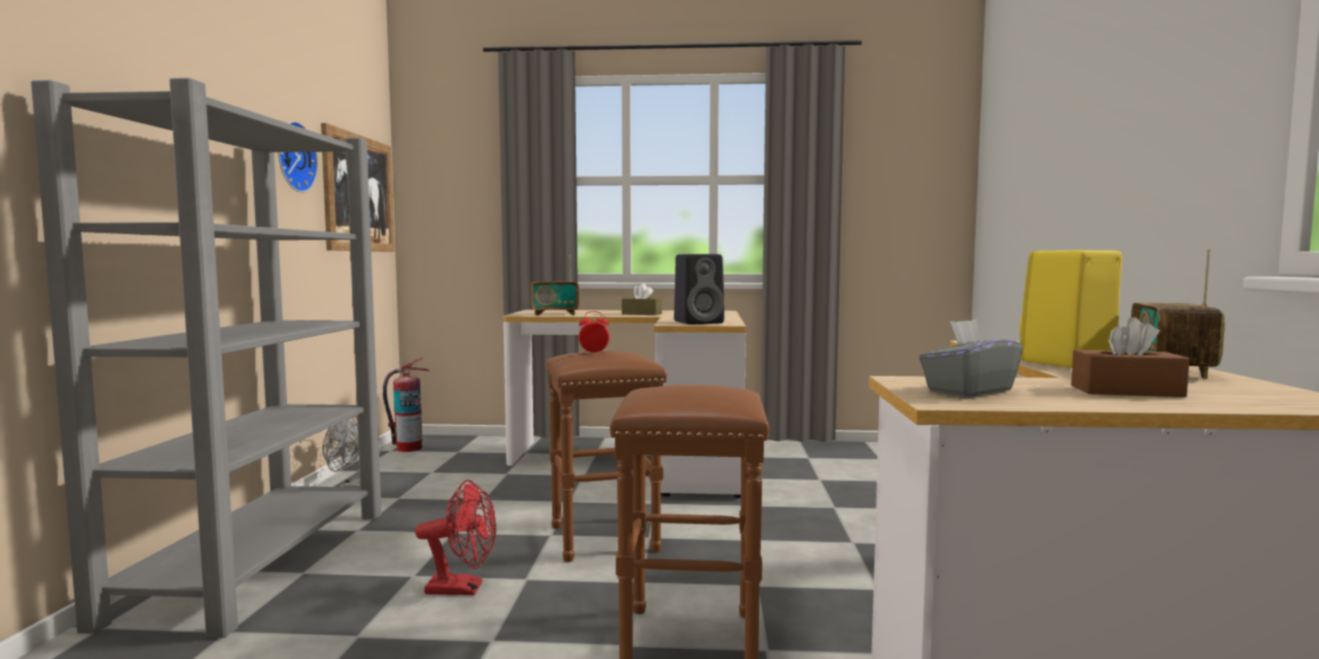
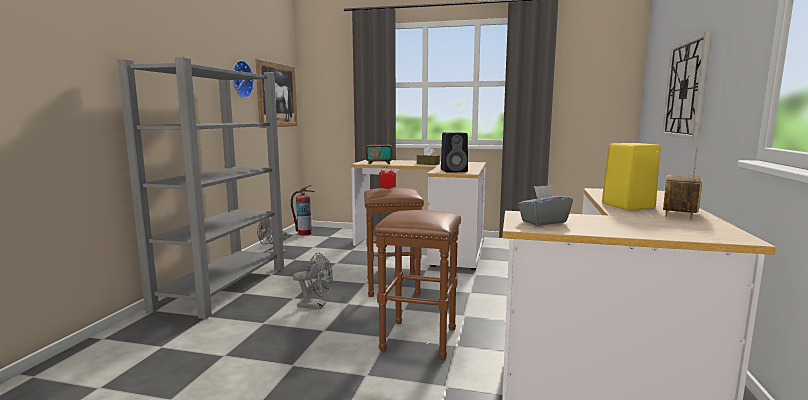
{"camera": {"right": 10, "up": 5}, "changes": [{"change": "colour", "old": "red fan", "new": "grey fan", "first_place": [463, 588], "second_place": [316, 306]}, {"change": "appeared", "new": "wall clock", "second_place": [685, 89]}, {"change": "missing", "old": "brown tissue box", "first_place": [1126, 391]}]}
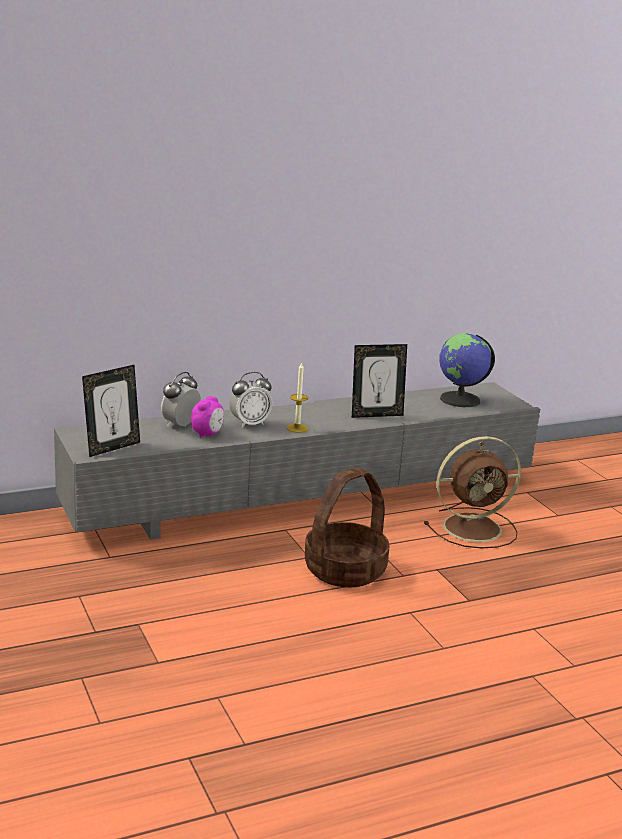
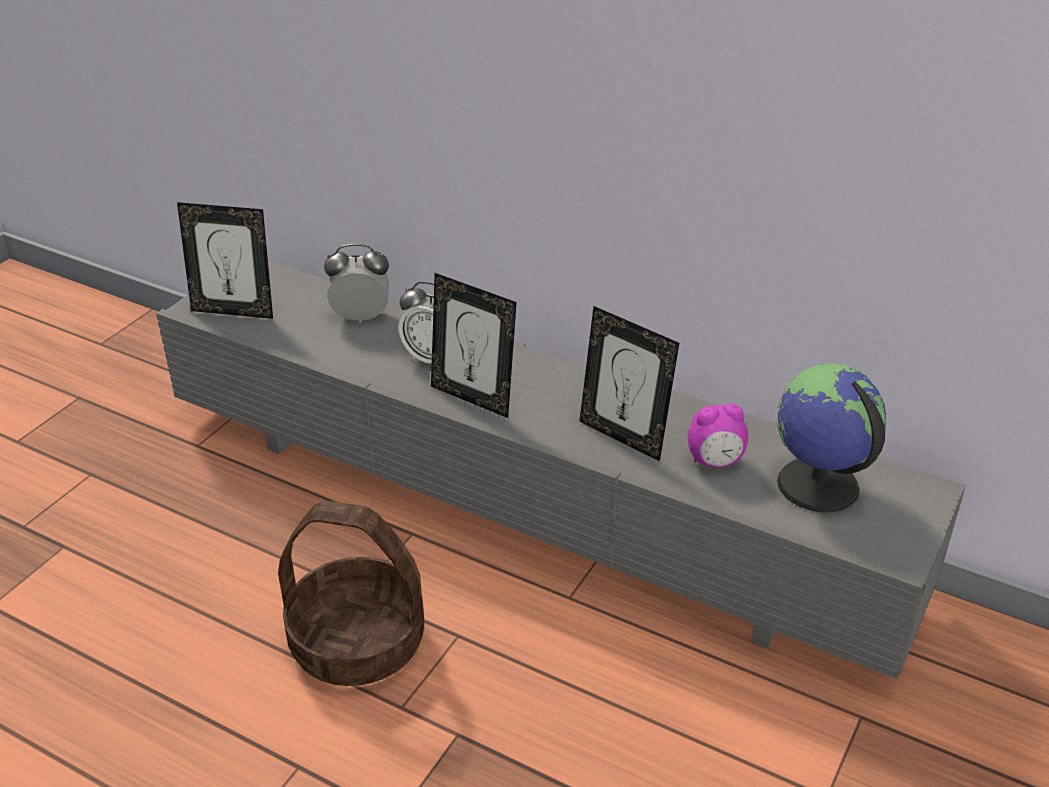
{"camera": {"right": 55, "up": 15}, "changes": [{"change": "exchanged", "old": "candle", "new": "picture frame", "first_place": [297, 428], "second_place": [473, 397]}, {"change": "relocated", "old": "alarm clock", "first_place": [207, 434], "second_place": [715, 461]}, {"change": "missing", "old": "brown fan", "first_place": [474, 528]}]}
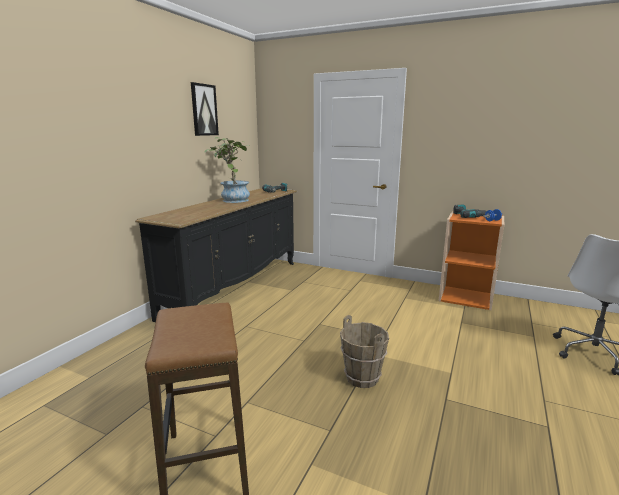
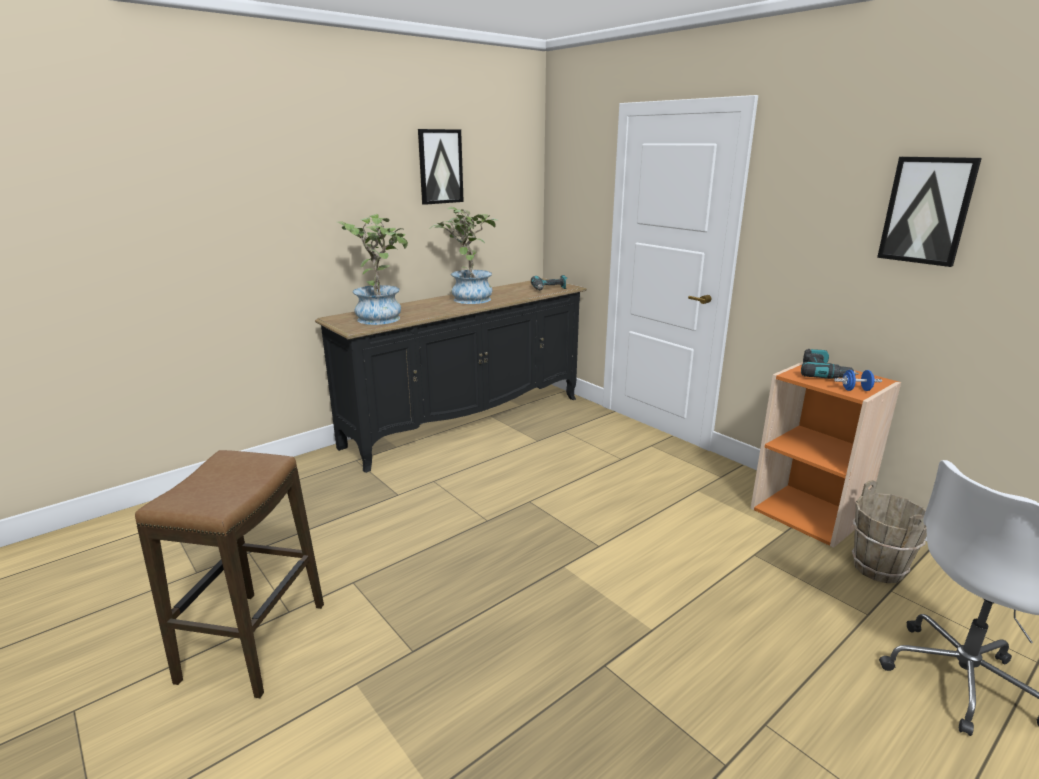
{"camera": {"right": 25, "up": 5}, "changes": [{"change": "appeared", "new": "potted plant", "second_place": [382, 317]}, {"change": "relocated", "old": "brown bucket", "first_place": [362, 377], "second_place": [878, 568]}, {"change": "appeared", "new": "picture", "second_place": [927, 210]}]}
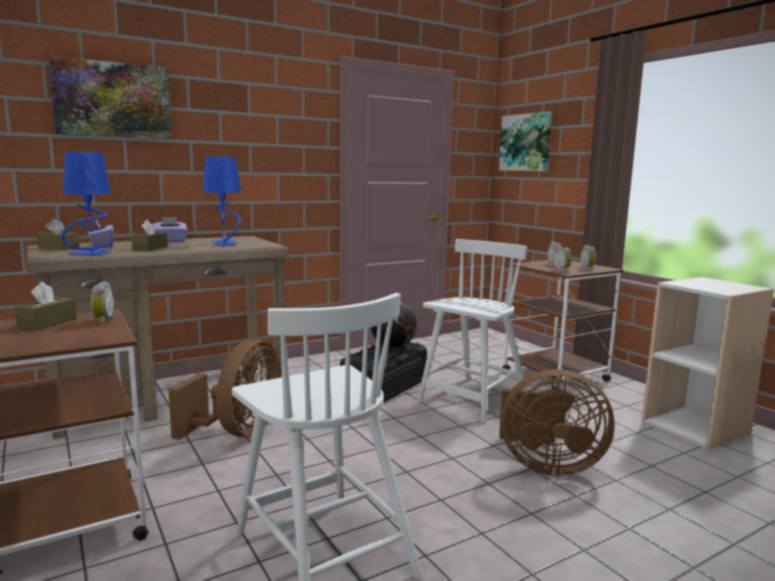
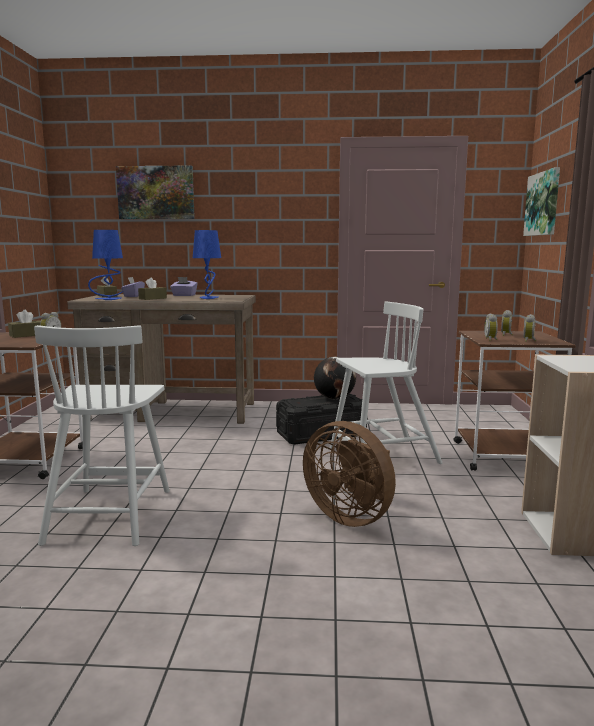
{"camera": {"right": 35, "up": 0}, "changes": [{"change": "missing", "old": "brown fan", "first_place": [238, 432]}]}
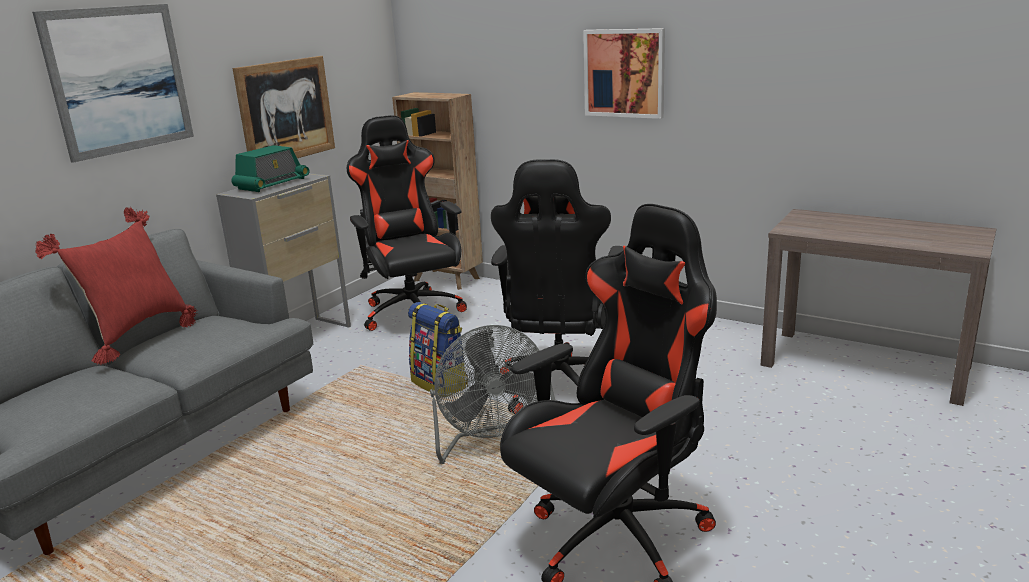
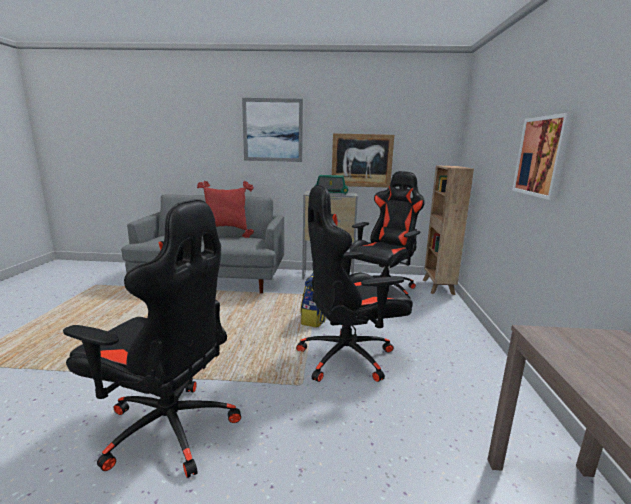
{"camera": {"right": 60, "up": -5}, "changes": [{"change": "missing", "old": "grey fan", "first_place": [488, 440]}]}
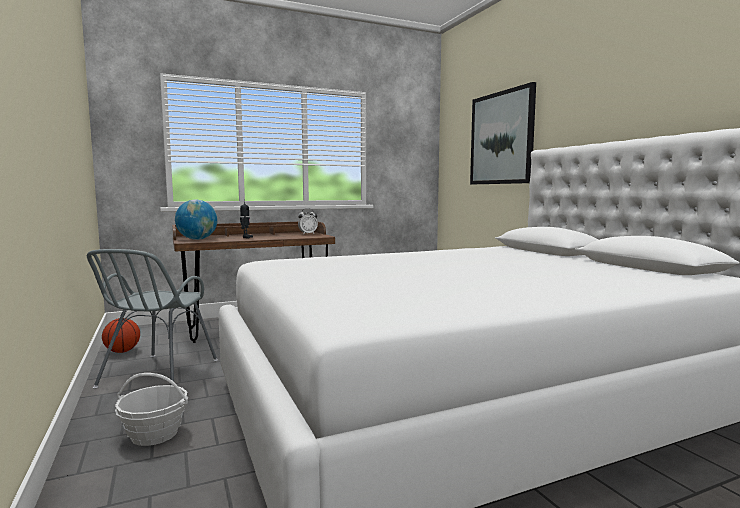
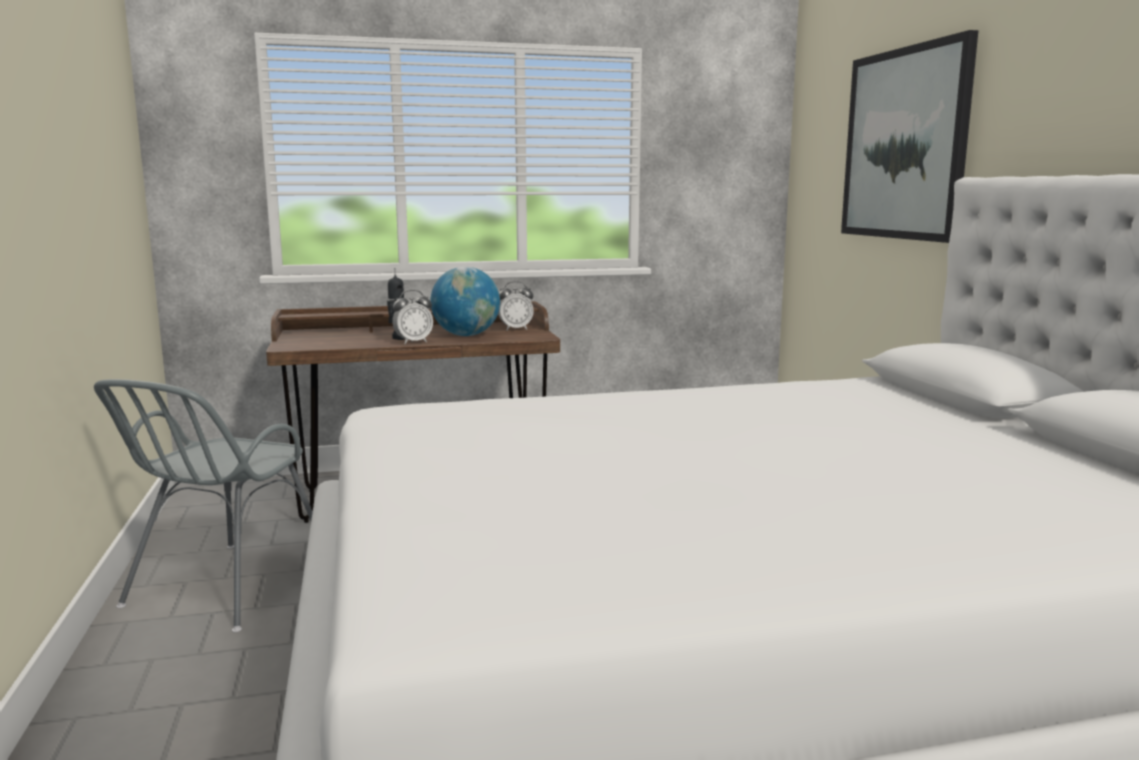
{"camera": {"right": 10, "up": 5}, "changes": [{"change": "appeared", "new": "alarm clock", "second_place": [413, 342]}, {"change": "relocated", "old": "globe", "first_place": [197, 239], "second_place": [466, 335]}, {"change": "missing", "old": "basketball", "first_place": [122, 351]}, {"change": "missing", "old": "basket", "first_place": [154, 434]}]}
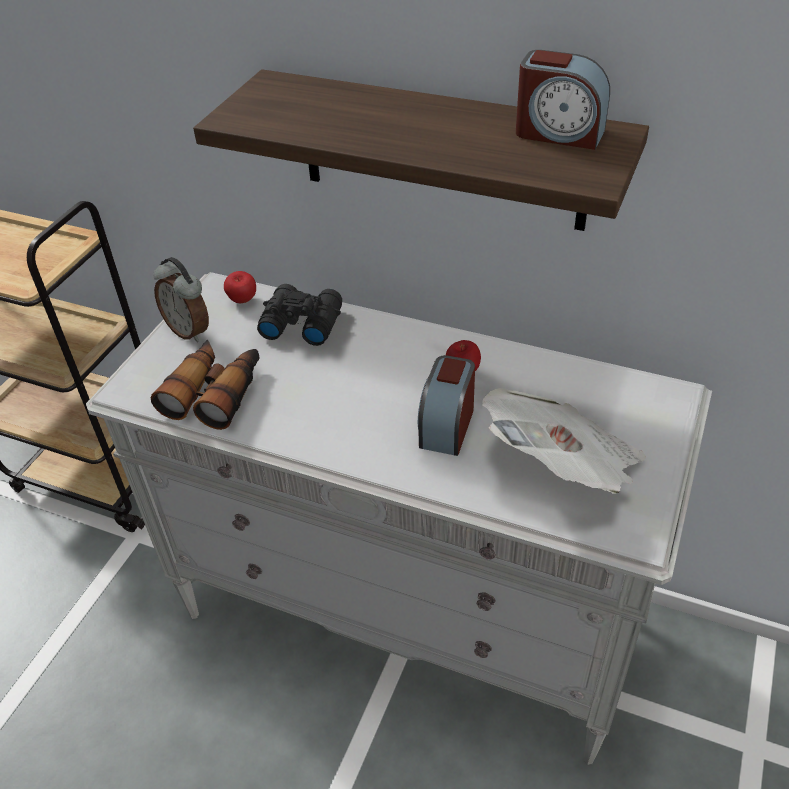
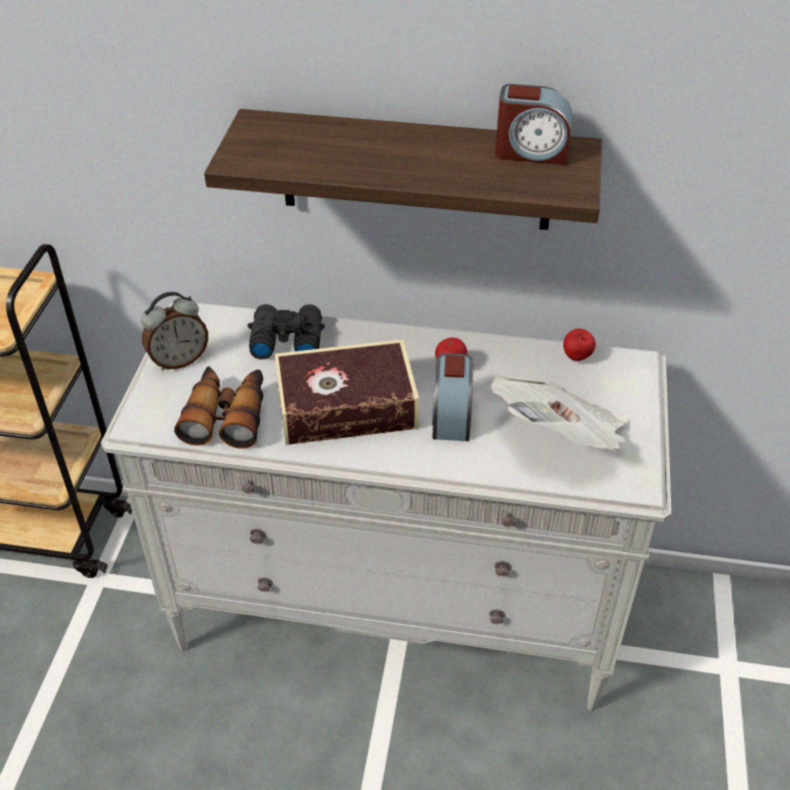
{"camera": {"right": -15, "up": 0}, "changes": [{"change": "spun", "old": "alarm clock", "first_place": [189, 330], "second_place": [179, 360], "degrees": -60}, {"change": "appeared", "new": "book", "second_place": [346, 406]}, {"change": "relocated", "old": "apple", "first_place": [243, 301], "second_place": [577, 358]}]}
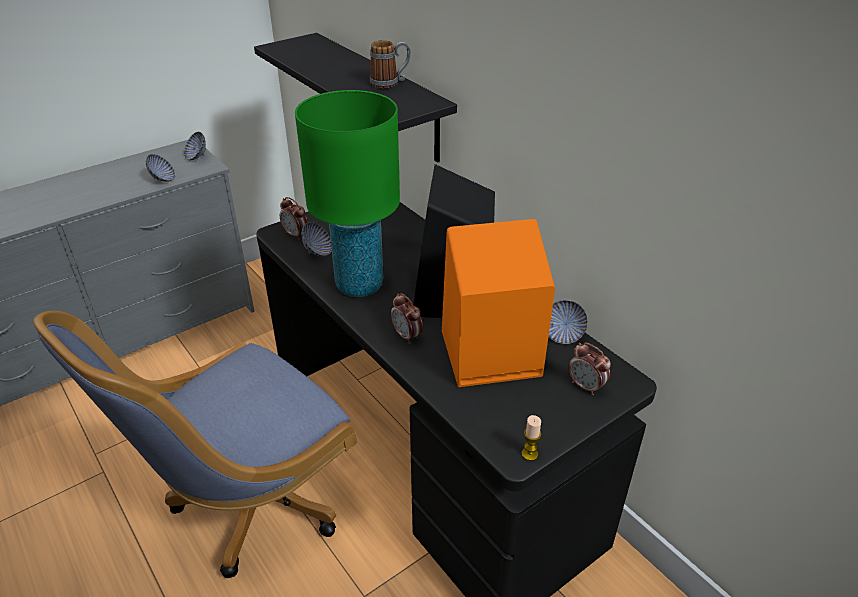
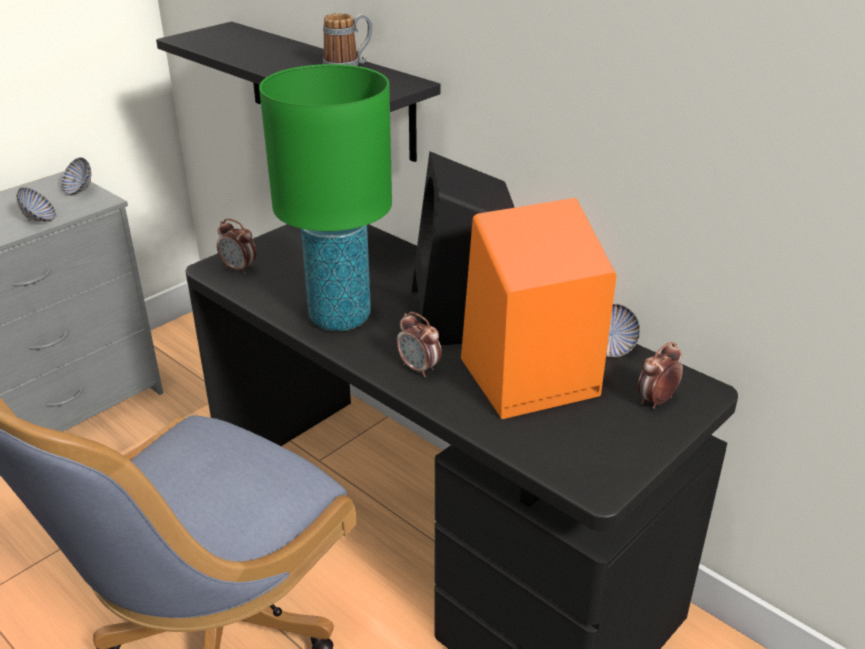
{"camera": {"right": -10, "up": -5}, "changes": [{"change": "spun", "old": "alarm clock", "first_place": [586, 386], "second_place": [656, 401], "degrees": 105}, {"change": "missing", "old": "bowl", "first_place": [318, 251]}, {"change": "missing", "old": "candle", "first_place": [529, 454]}]}
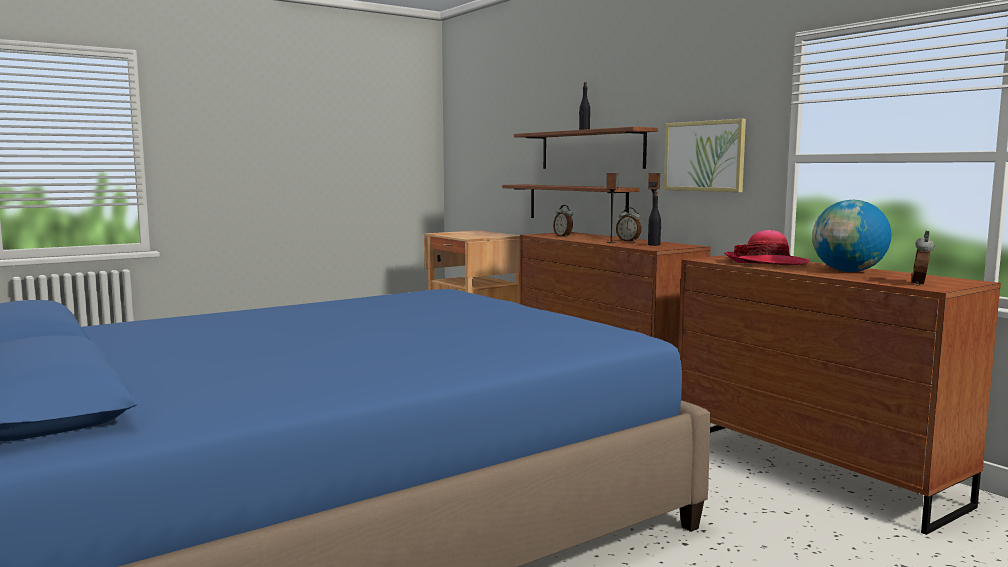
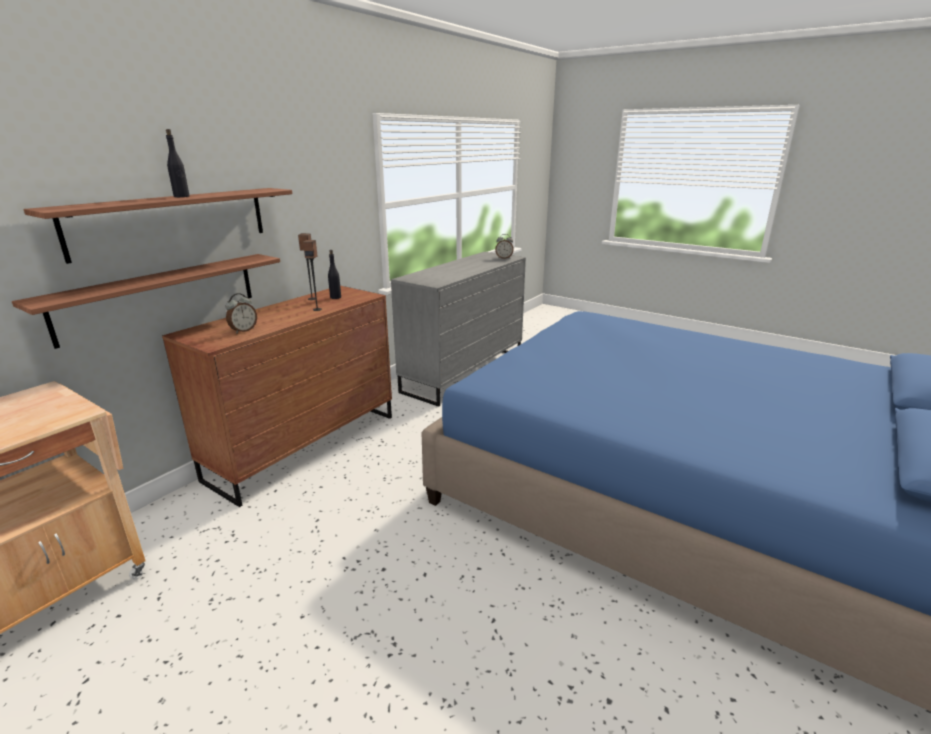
{"camera": {"right": -110, "up": 15}, "changes": [{"change": "colour", "old": "brown dresser", "new": "grey dresser", "first_place": [812, 470], "second_place": [463, 372]}, {"change": "missing", "old": "alarm clock", "first_place": [628, 241]}, {"change": "missing", "old": "picture", "first_place": [704, 156]}, {"change": "missing", "old": "hat", "first_place": [766, 262]}, {"change": "missing", "old": "globe", "first_place": [848, 271]}]}
